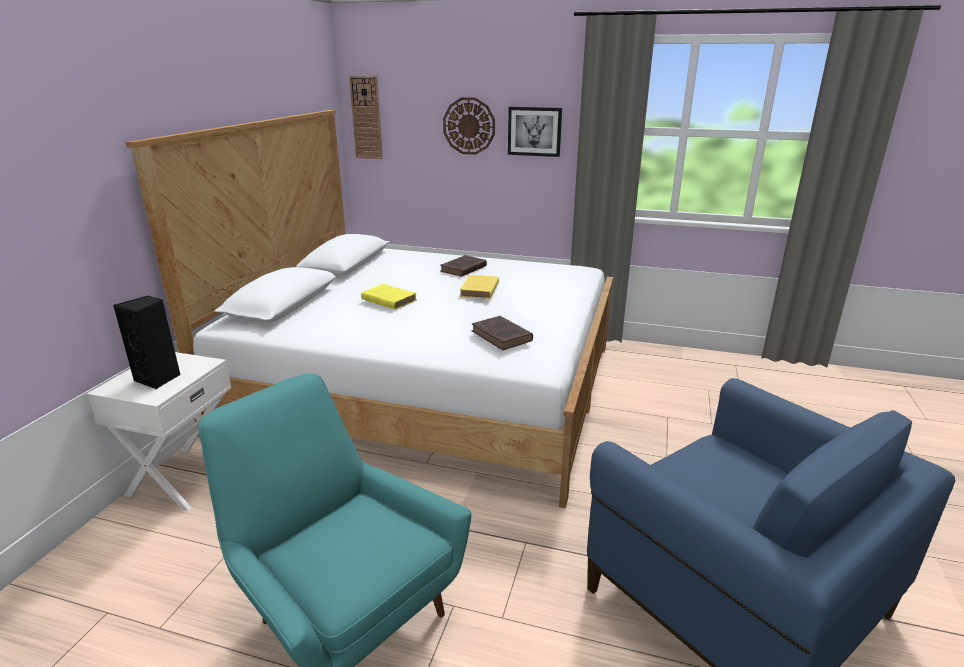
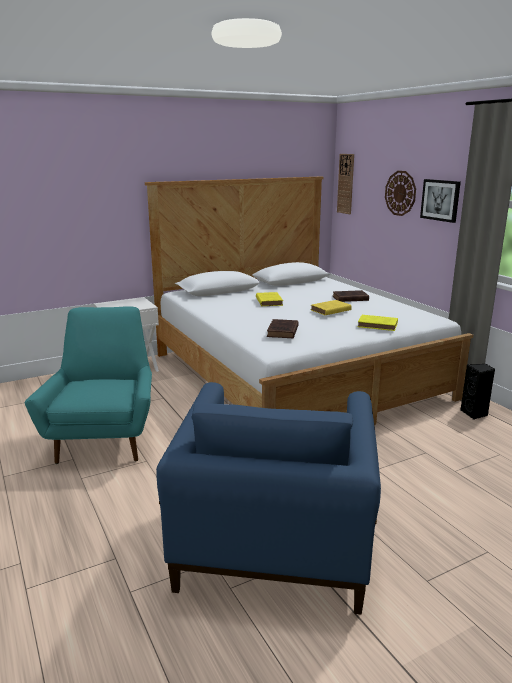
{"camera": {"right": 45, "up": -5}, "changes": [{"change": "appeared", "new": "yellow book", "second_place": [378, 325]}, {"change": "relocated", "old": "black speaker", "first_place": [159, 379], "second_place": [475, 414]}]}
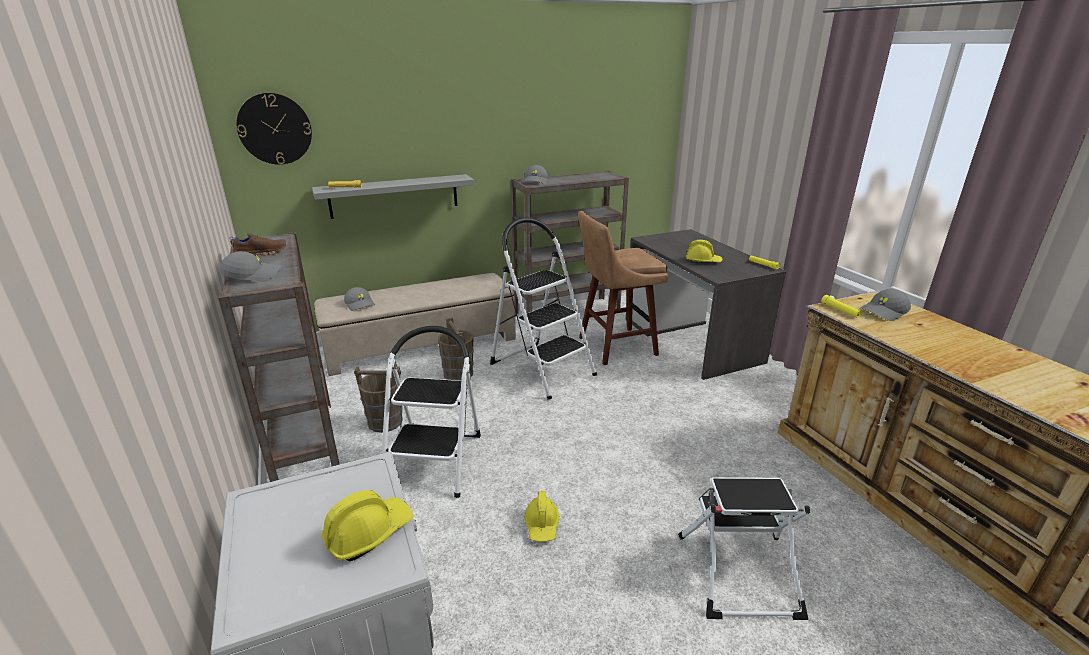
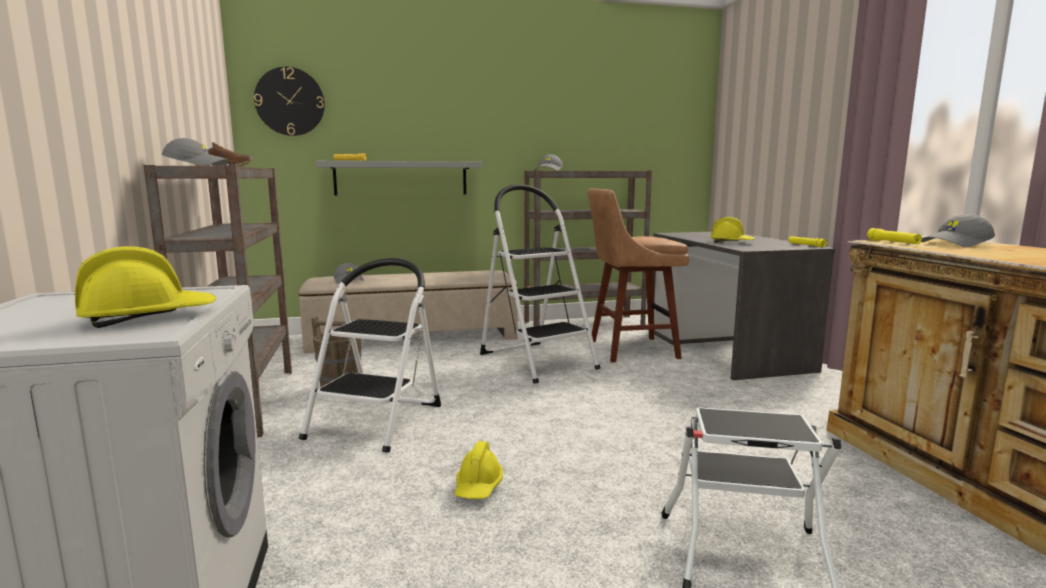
{"camera": {"right": 10, "up": -15}, "changes": [{"change": "missing", "old": "brown bucket", "first_place": [458, 373]}]}
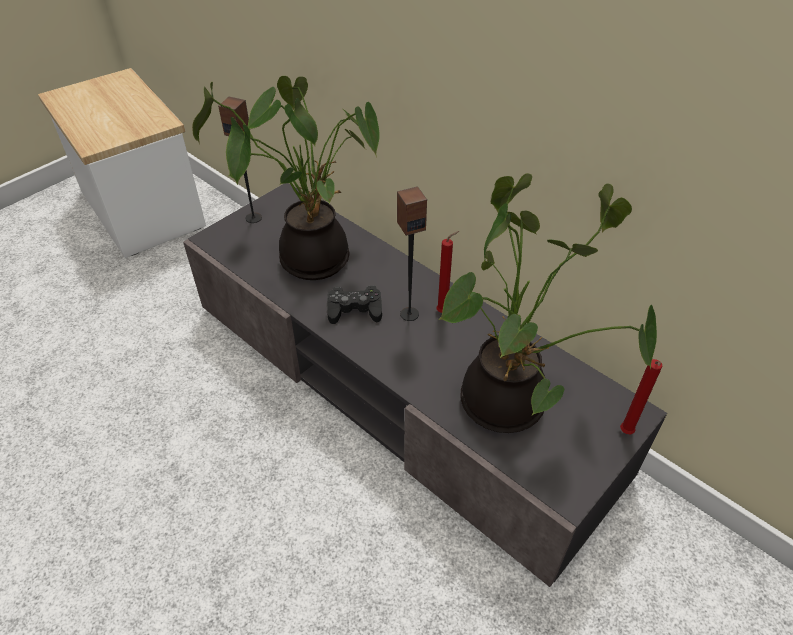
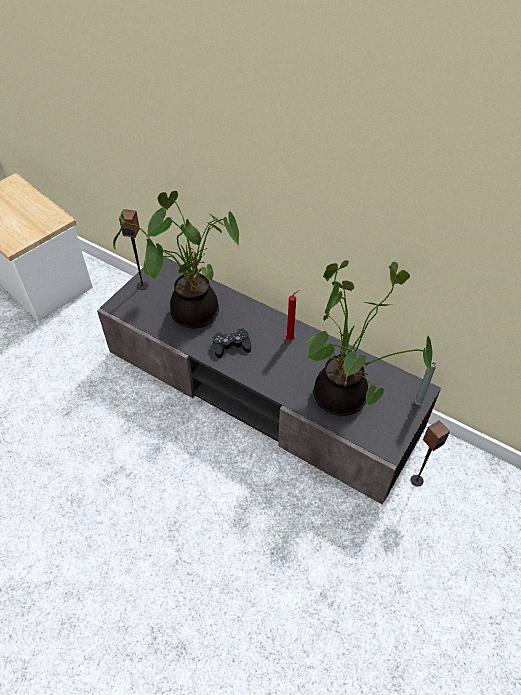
{"camera": {"right": -10, "up": 5}, "changes": [{"change": "relocated", "old": "speaker", "first_place": [409, 313], "second_place": [416, 480]}, {"change": "colour", "old": "red candle", "new": "grey candle", "first_place": [625, 433], "second_place": [418, 404]}]}
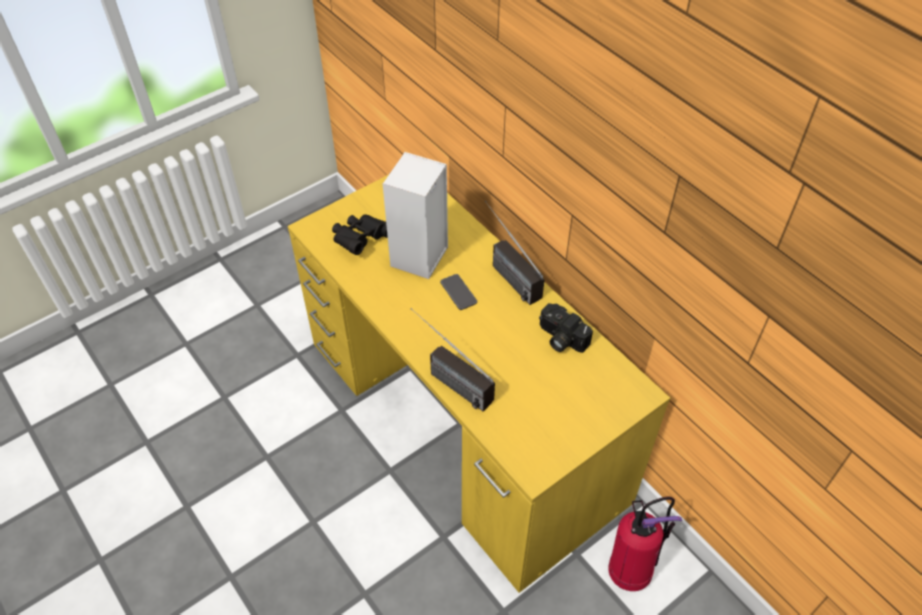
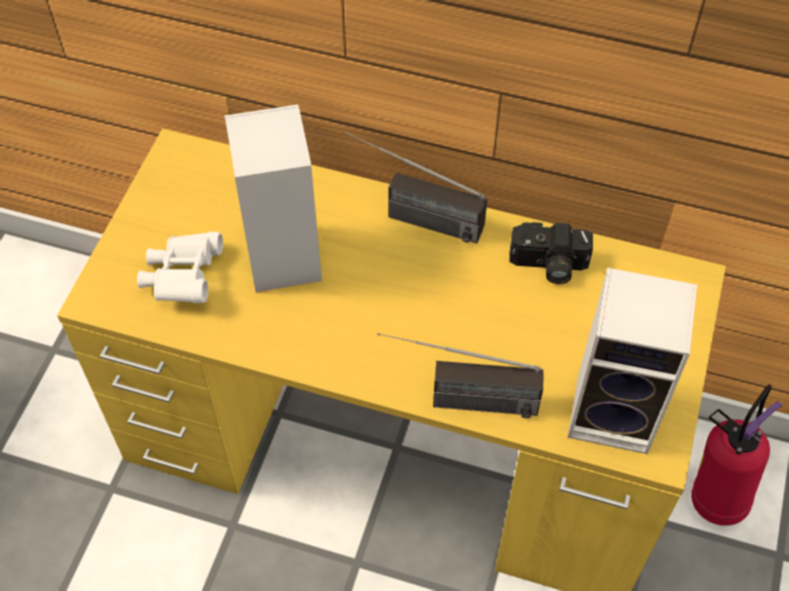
{"camera": {"right": -35, "up": 5}, "changes": [{"change": "colour", "old": "black binoculars", "new": "white binoculars", "first_place": [361, 240], "second_place": [183, 277]}, {"change": "appeared", "new": "speaker", "second_place": [616, 413]}, {"change": "missing", "old": "phone", "first_place": [458, 292]}]}
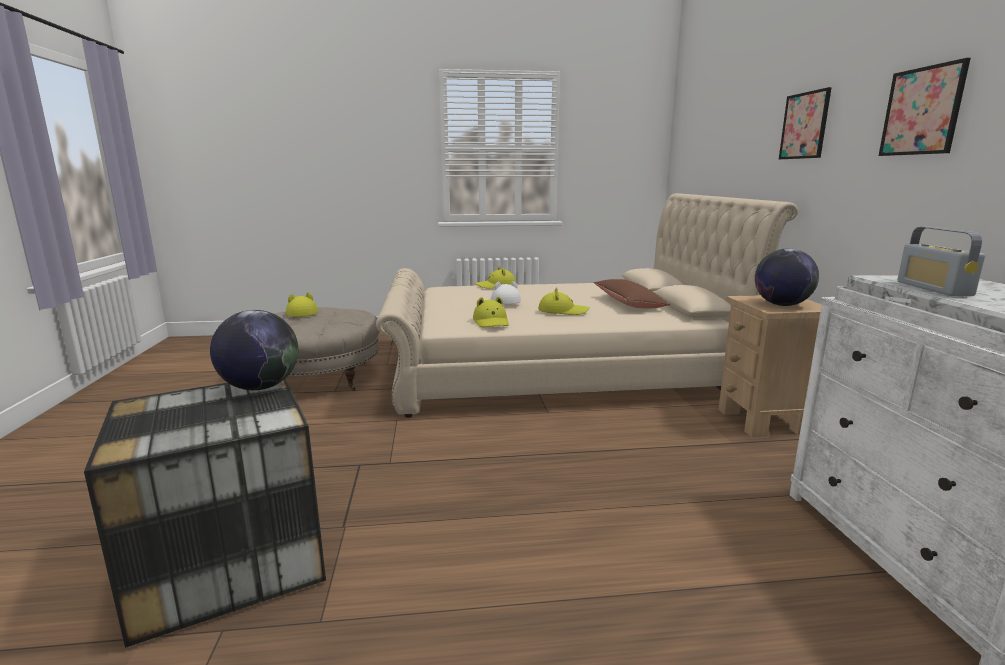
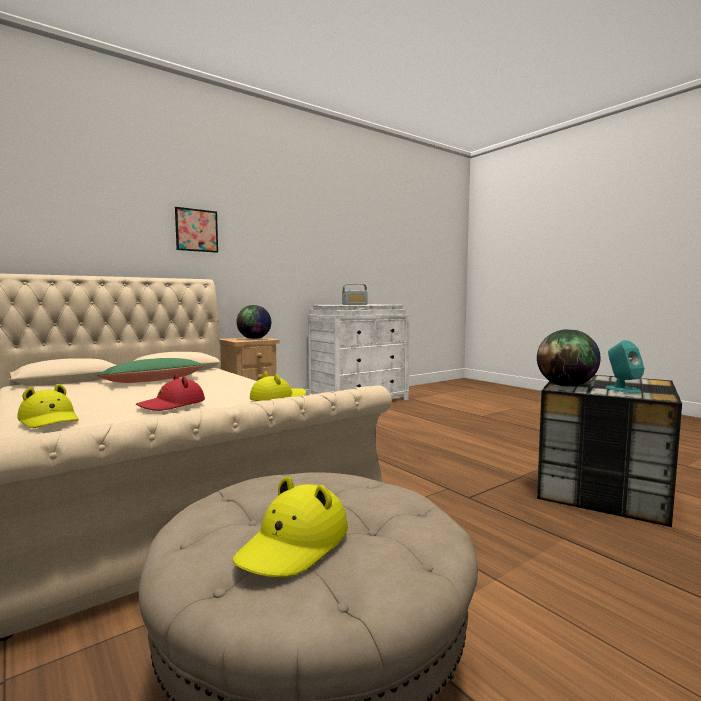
{"camera": {"right": -120, "up": -10}, "changes": [{"change": "colour", "old": "brown pillow", "new": "green pillow", "first_place": [628, 303], "second_place": [153, 381]}, {"change": "colour", "old": "white hat", "new": "red hat", "first_place": [504, 301], "second_place": [172, 405]}, {"change": "appeared", "new": "turquoise speaker", "second_place": [622, 389]}, {"change": "missing", "old": "yellow hat", "first_place": [562, 311]}, {"change": "missing", "old": "picture", "first_place": [922, 111]}]}
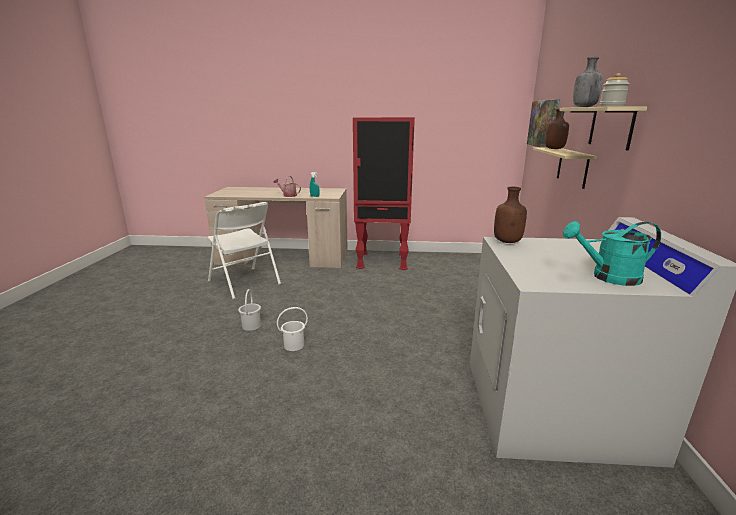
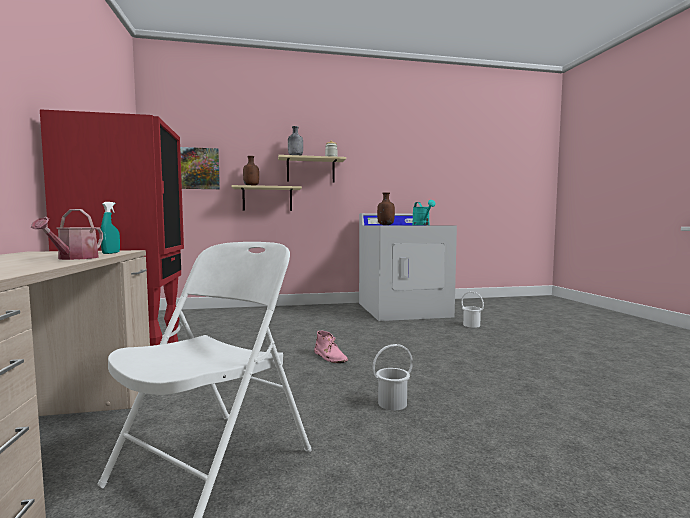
{"camera": {"right": -105, "up": -15}, "changes": [{"change": "appeared", "new": "pink boot", "second_place": [330, 357]}, {"change": "relocated", "old": "white bucket", "first_place": [294, 345], "second_place": [471, 325]}]}
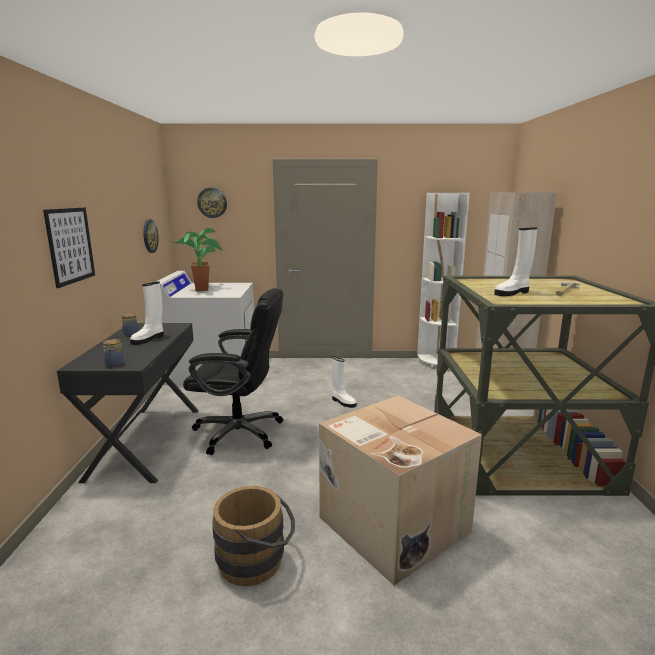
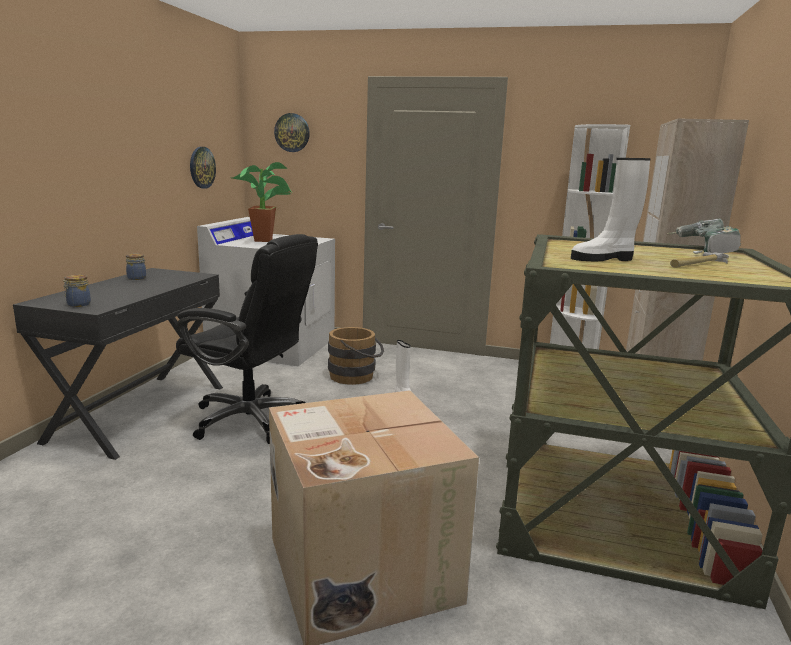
{"camera": {"right": 15, "up": 0}, "changes": [{"change": "relocated", "old": "brown bucket", "first_place": [257, 560], "second_place": [356, 376]}, {"change": "appeared", "new": "power drill", "second_place": [702, 250]}, {"change": "missing", "old": "picture", "first_place": [70, 245]}, {"change": "missing", "old": "white boot", "first_place": [148, 339]}]}
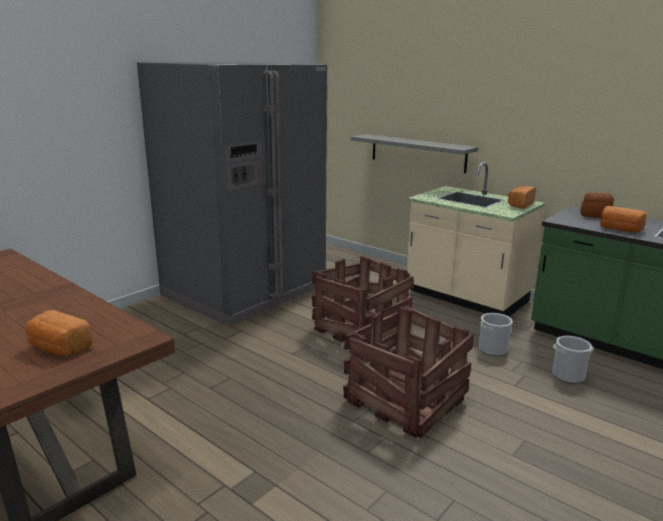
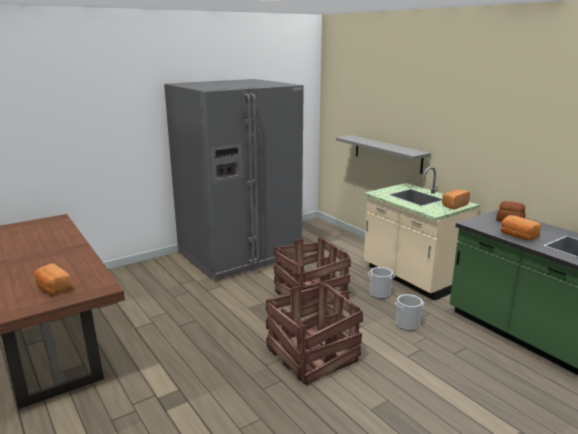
{"camera": {"right": 15, "up": 0}, "changes": [{"change": "relocated", "old": "bucket", "first_place": [568, 376], "second_place": [379, 294]}]}
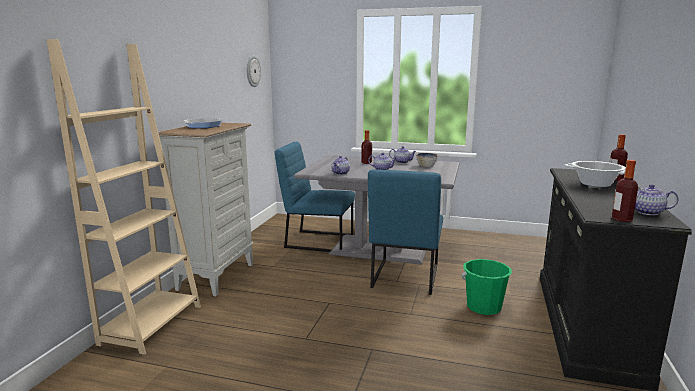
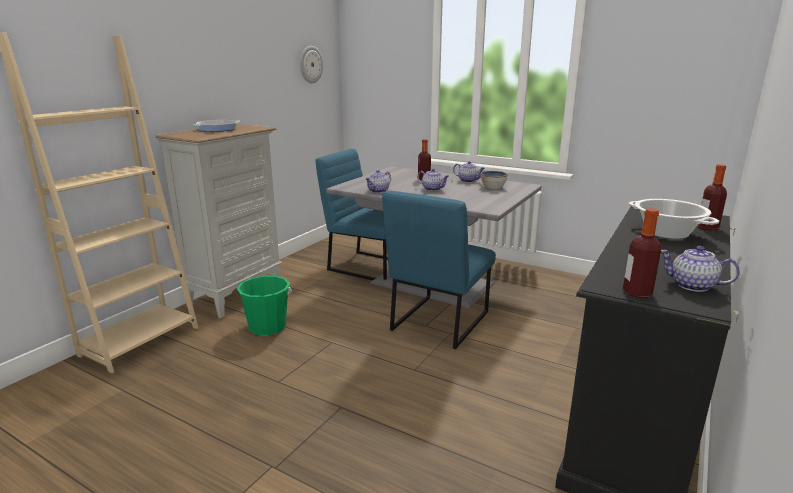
{"camera": {"right": 15, "up": 5}, "changes": [{"change": "relocated", "old": "green bucket", "first_place": [483, 307], "second_place": [267, 327]}]}
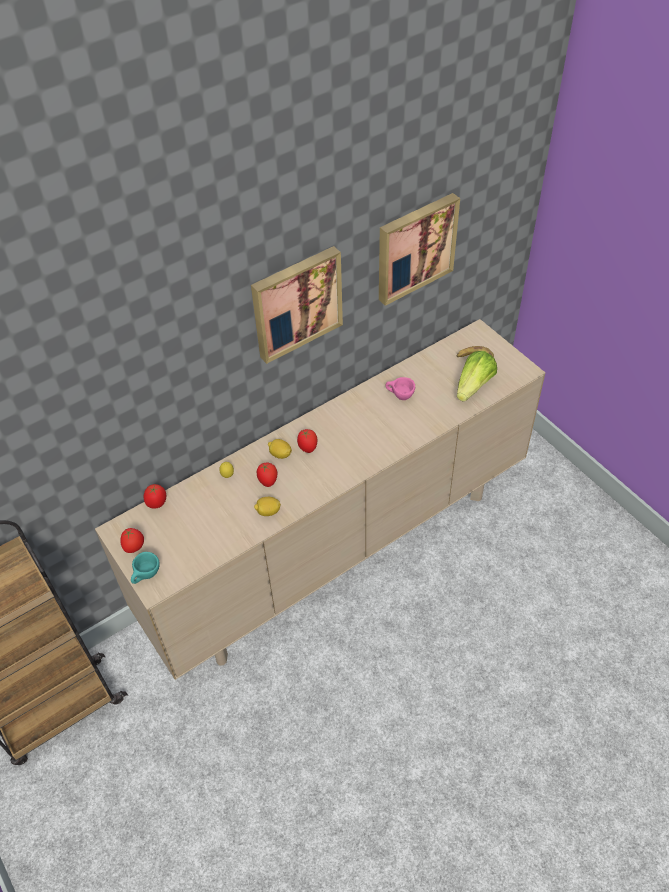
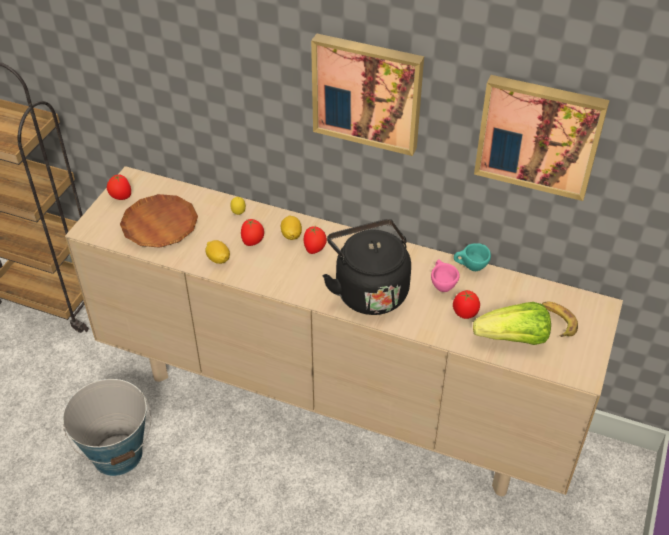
{"camera": {"right": 55, "up": -5}, "changes": [{"change": "appeared", "new": "bucket", "second_place": [118, 454]}, {"change": "appeared", "new": "brown plate", "second_place": [160, 225]}, {"change": "appeared", "new": "black kettle", "second_place": [369, 290]}, {"change": "relocated", "old": "tomato", "first_place": [157, 503], "second_place": [464, 314]}, {"change": "relocated", "old": "turquoise cup", "first_place": [146, 576], "second_place": [470, 268]}]}
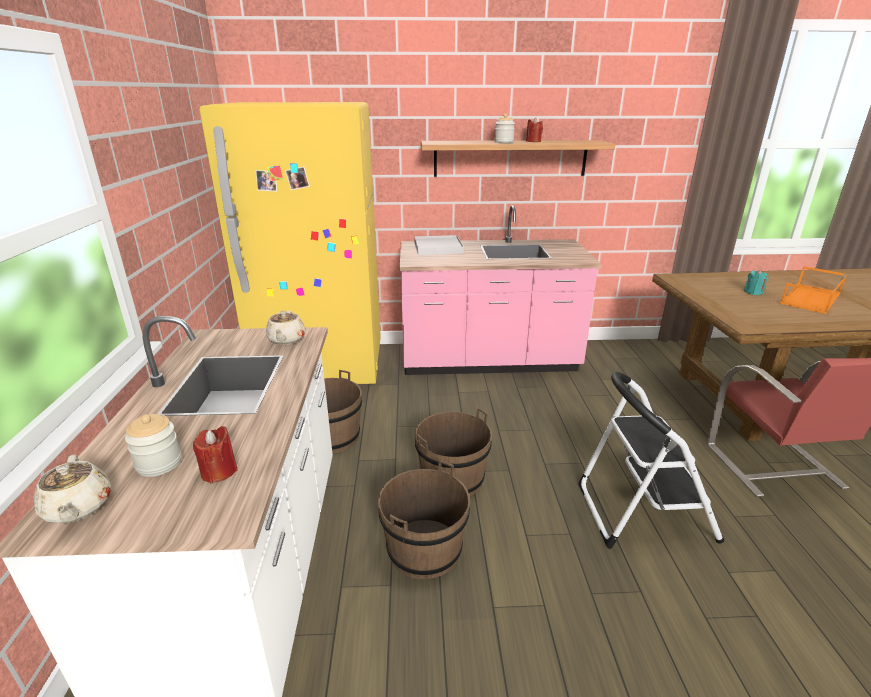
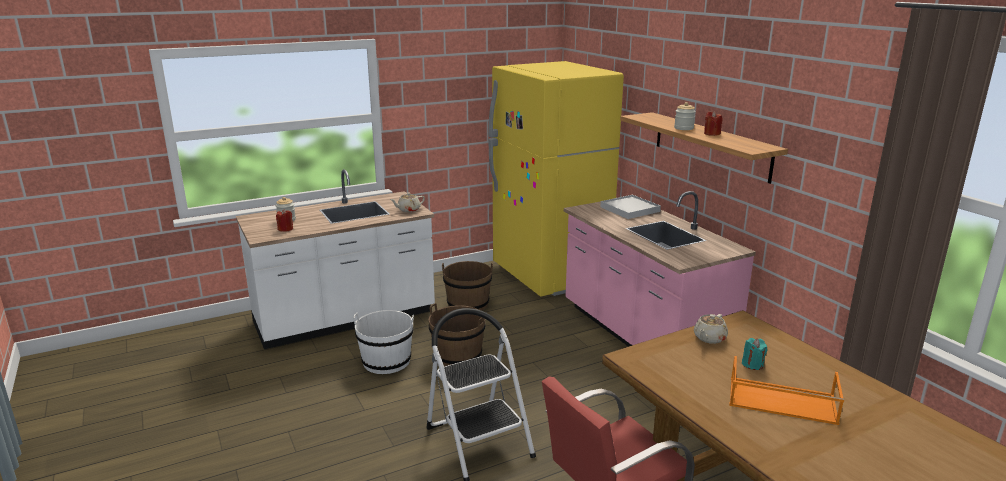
{"camera": {"right": 65, "up": -5}, "changes": [{"change": "colour", "old": "brown bucket", "new": "white bucket", "first_place": [424, 549], "second_place": [386, 361]}, {"change": "relocated", "old": "beige teapot", "first_place": [78, 508], "second_place": [709, 338]}]}
